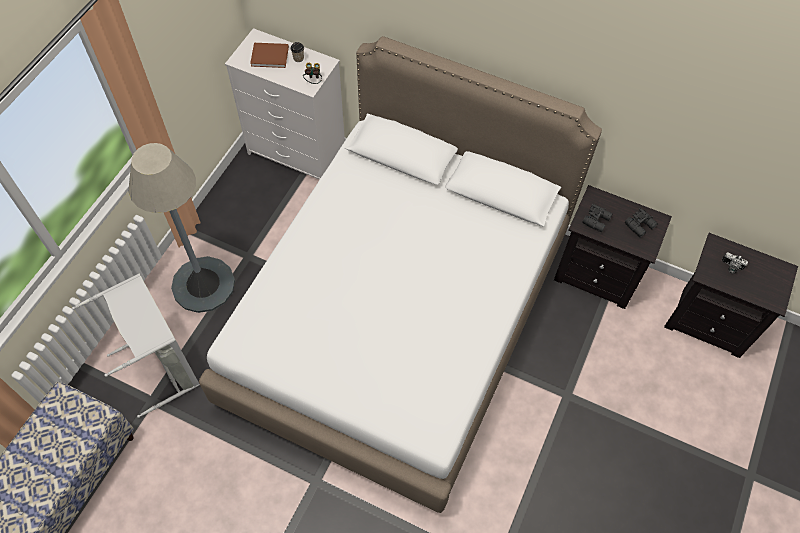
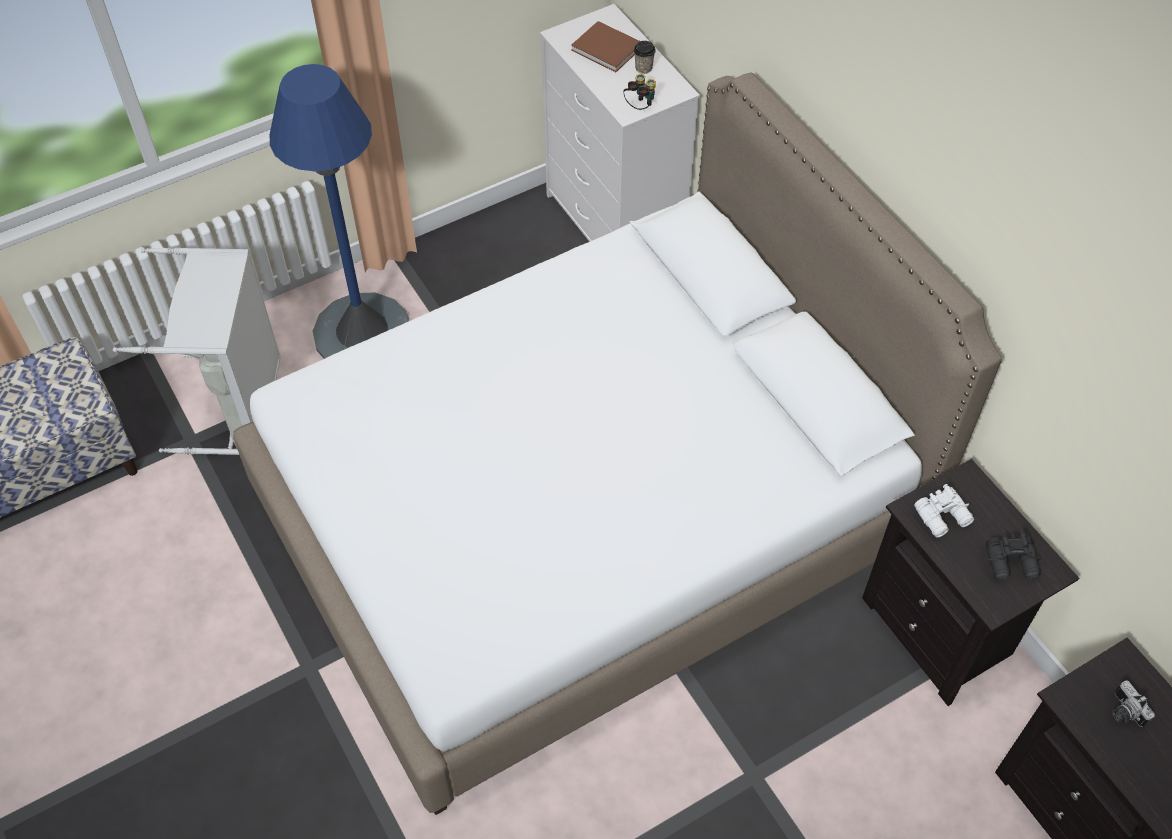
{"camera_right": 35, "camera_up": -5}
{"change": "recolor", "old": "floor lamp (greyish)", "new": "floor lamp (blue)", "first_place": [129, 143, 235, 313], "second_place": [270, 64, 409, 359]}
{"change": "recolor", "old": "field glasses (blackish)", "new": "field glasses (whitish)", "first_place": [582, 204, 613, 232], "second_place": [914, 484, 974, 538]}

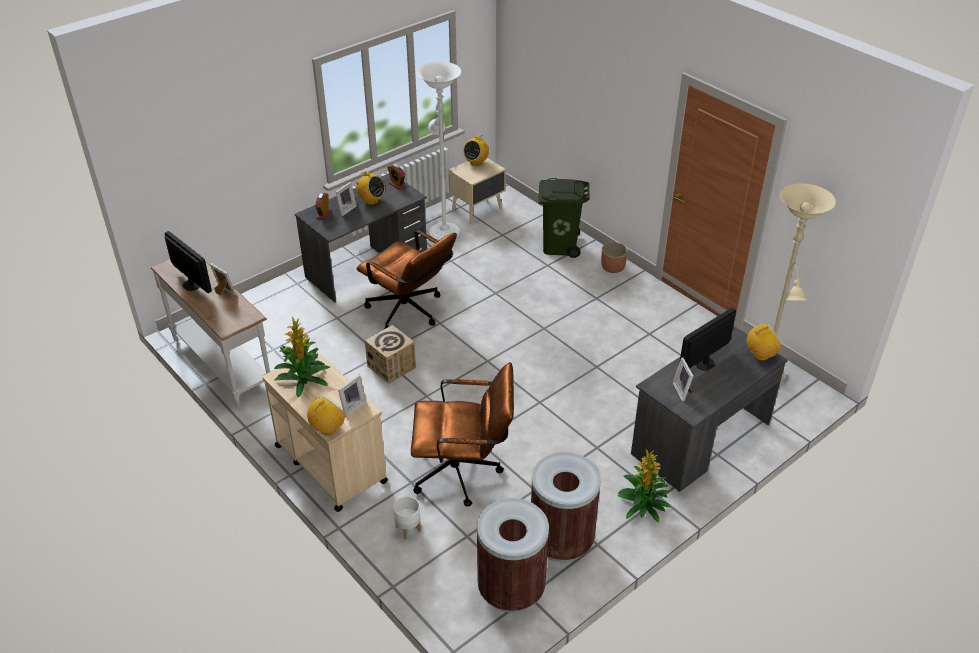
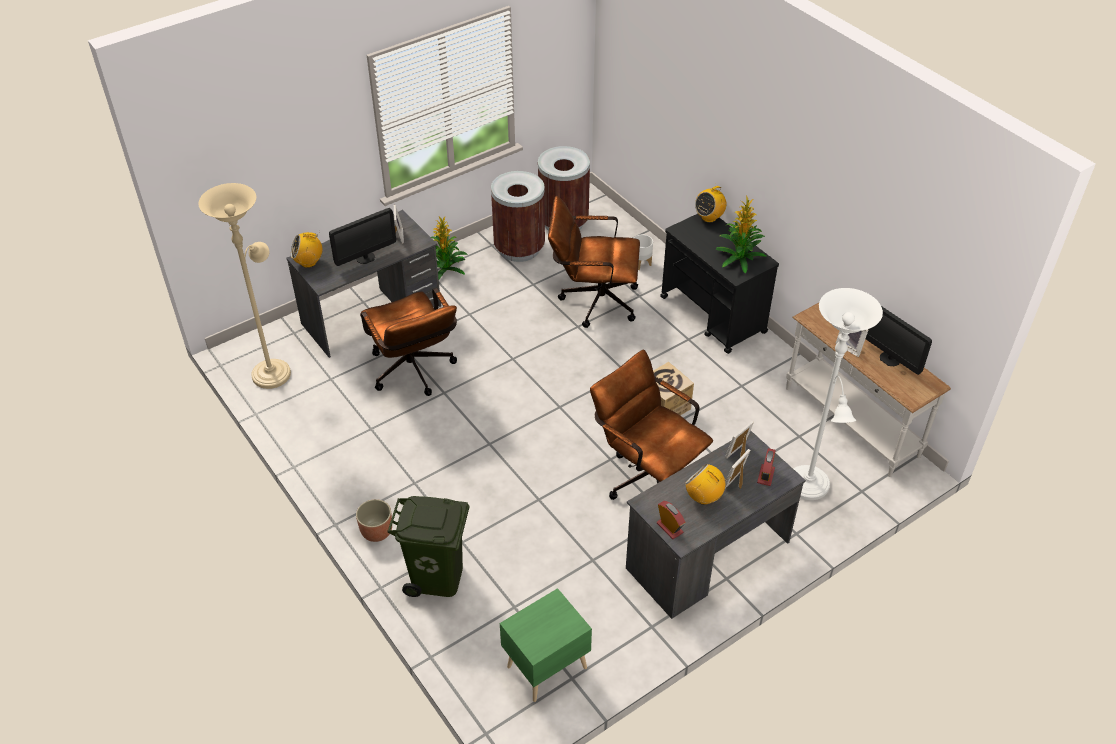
{"camera_right": -175, "camera_up": 5}
{"change": "move", "old": "floor lamp (whitish)", "first_place": [416, 61, 461, 241], "second_place": [794, 288, 883, 500]}
{"change": "delete", "old": "radio", "first_place": [463, 135, 489, 166]}
{"change": "recolor", "old": "night table (beige-coloured)", "new": "night table (green)", "first_place": [448, 158, 506, 224], "second_place": [500, 588, 592, 702]}
{"change": "recolor", "old": "wheeled cart (beige-coloured)", "new": "wheeled cart (blackish)", "first_place": [262, 351, 388, 512], "second_place": [660, 214, 779, 354]}
{"change": "move", "old": "photo frame", "first_place": [338, 375, 367, 417], "second_place": [725, 421, 754, 459]}
{"change": "insert", "new": "computer chair (brownish)", "second_place": [360, 288, 457, 396]}

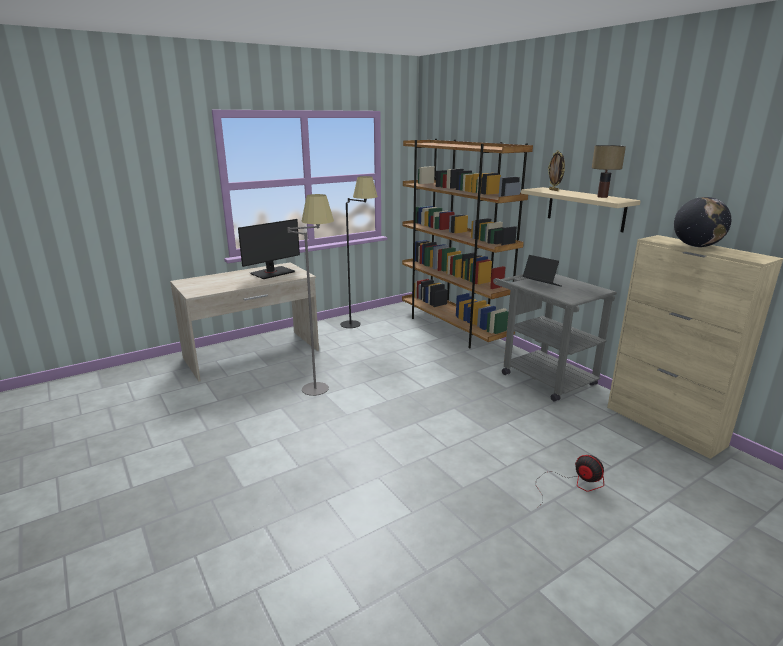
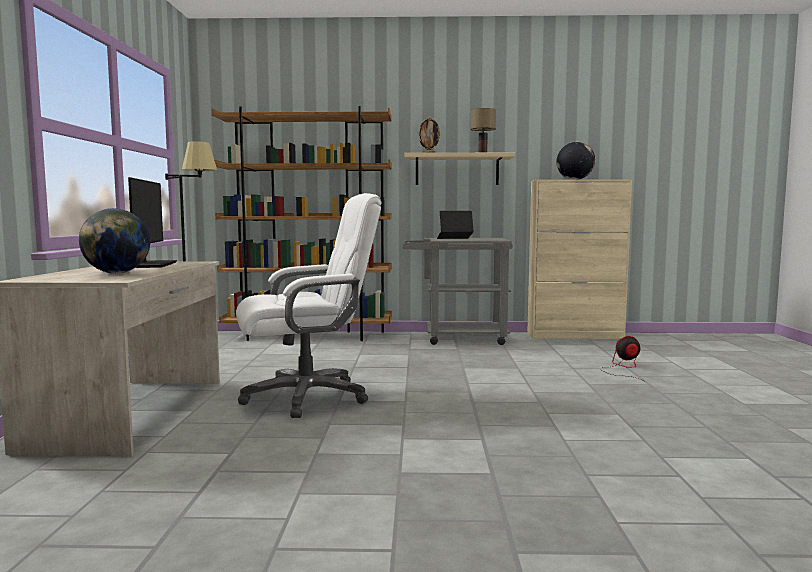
{"camera_right": -55, "camera_up": -15}
{"change": "replace", "old": "floor lamp (greyish)", "new": "computer chair (whitish)", "first_place": [287, 194, 334, 396], "second_place": [236, 193, 381, 418]}
{"change": "insert", "new": "globe", "second_place": [79, 208, 150, 274]}

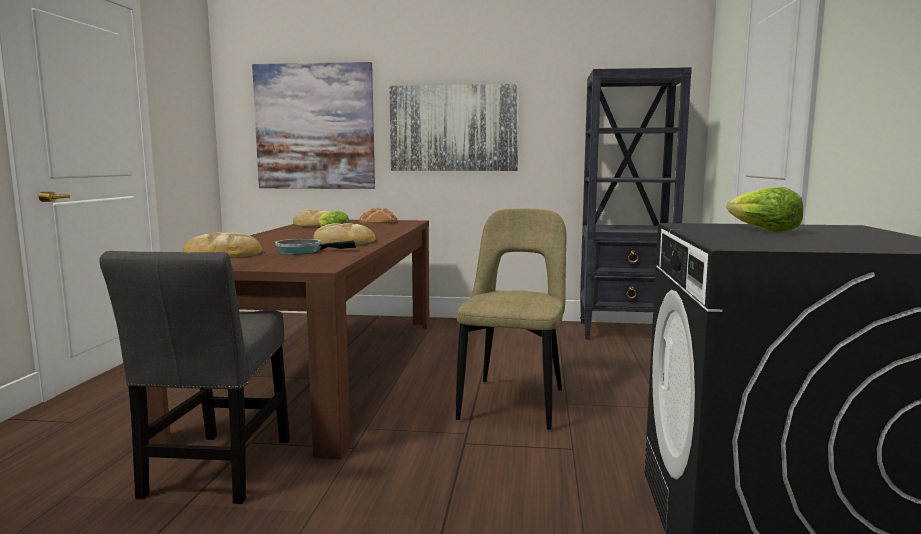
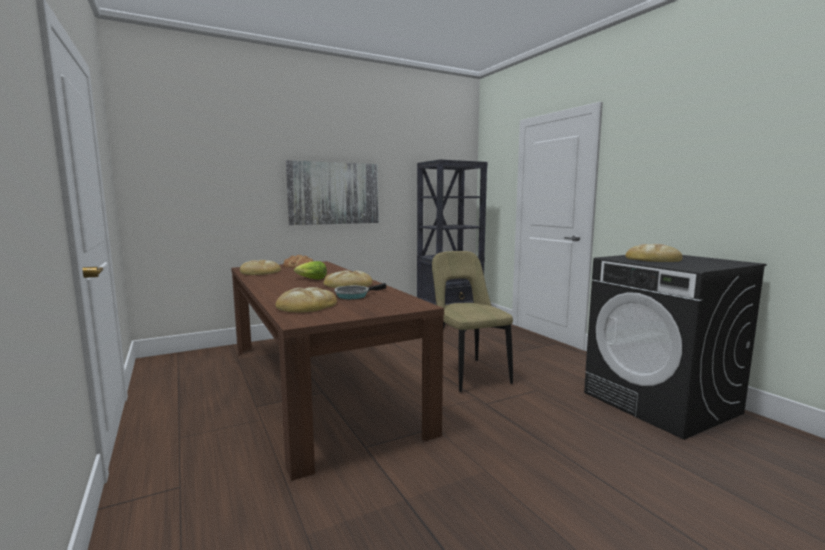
{"camera_right": -35, "camera_up": 0}
{"change": "delete", "old": "wall picture", "first_place": [252, 62, 375, 189]}
{"change": "replace", "old": "lettuce", "new": "baked bread", "first_place": [726, 187, 803, 233], "second_place": [625, 244, 682, 262]}
{"change": "delete", "old": "upright chair (greyish)", "first_place": [99, 251, 290, 504]}

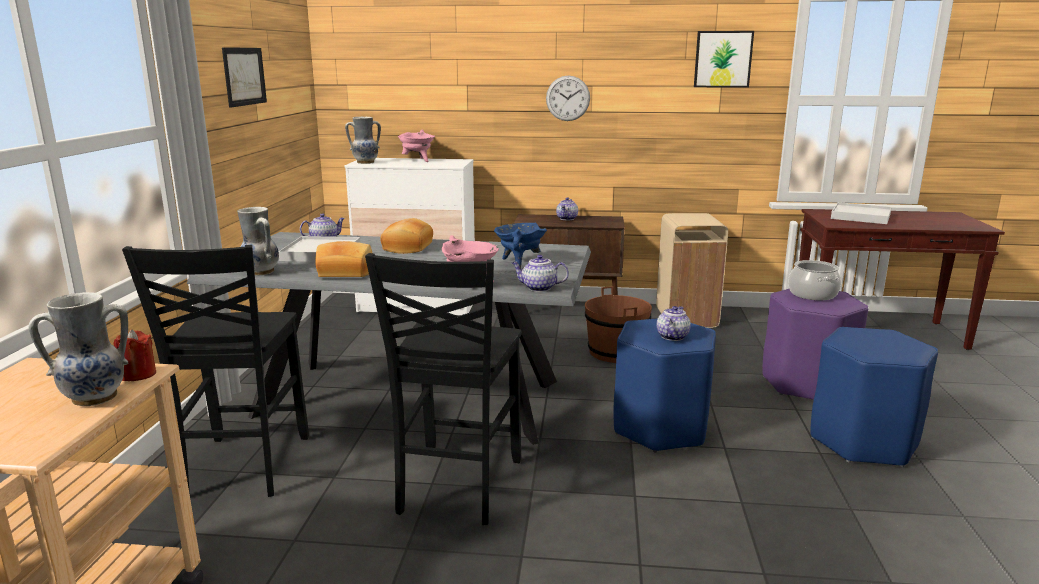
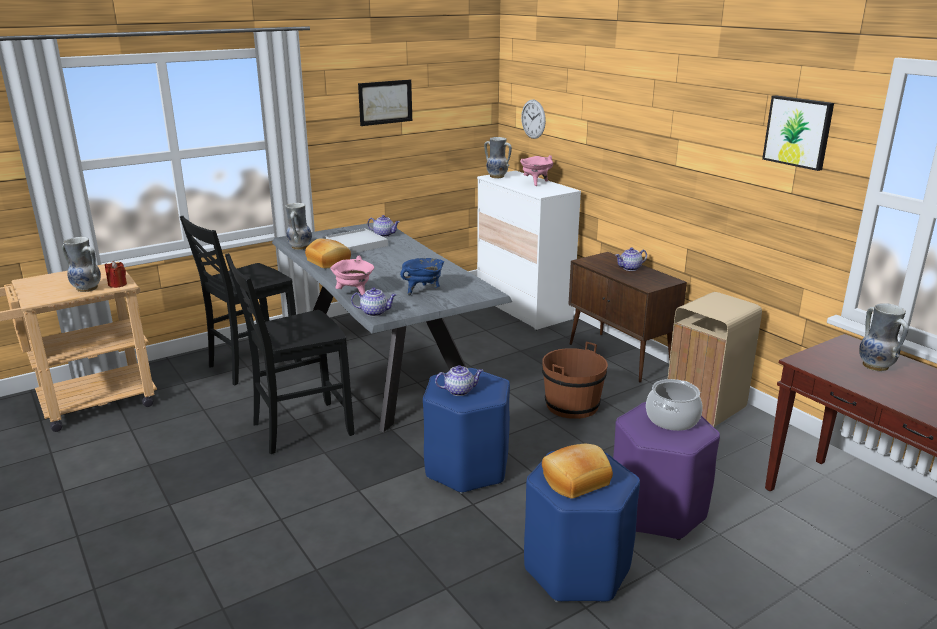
{"camera_right": 50, "camera_up": 5}
{"change": "move", "old": "clock on the wall", "first_place": [546, 75, 590, 121], "second_place": [521, 100, 546, 139]}
{"change": "replace", "old": "tray (whitish)", "new": "vase", "first_place": [831, 202, 892, 224], "second_place": [859, 303, 909, 371]}
{"change": "move", "old": "baked bread", "first_place": [380, 218, 433, 254], "second_place": [542, 444, 613, 499]}
{"change": "rotate", "old": "tea pot", "first_place": [512, 255, 569, 292], "second_place": [351, 288, 397, 316], "degrees": 120}

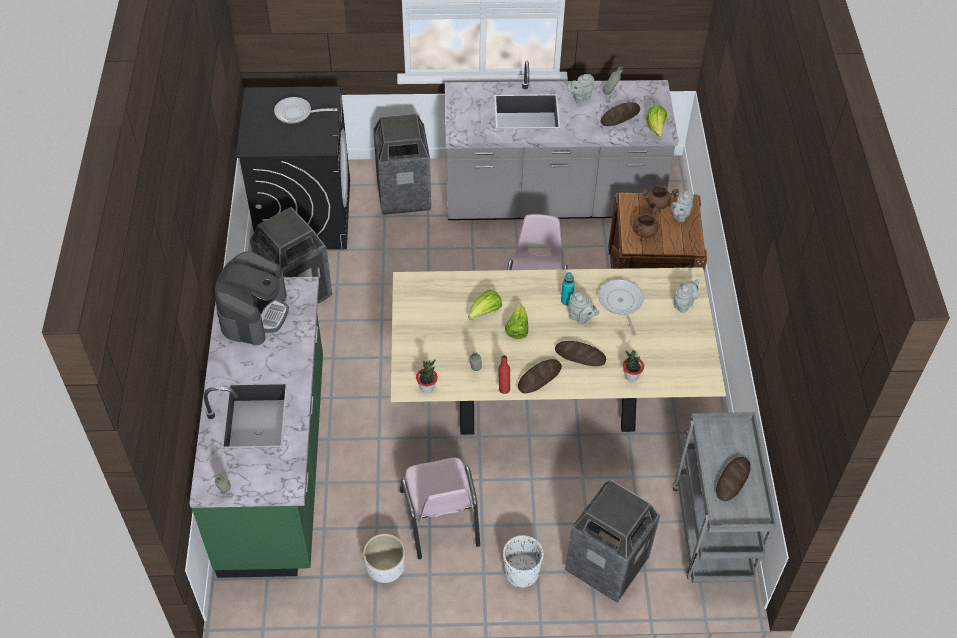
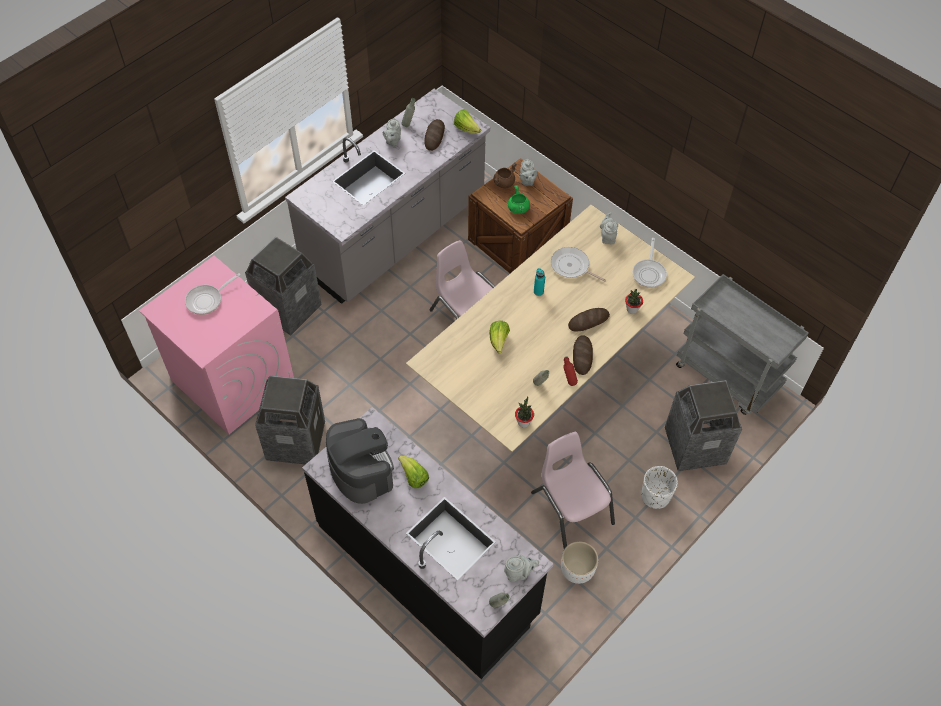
{"camera_right": -45, "camera_up": 5}
{"change": "recolor", "old": "laundry appliance (blackish)", "new": "laundry appliance (pinkish)", "first_place": [236, 86, 350, 250], "second_place": [139, 256, 294, 434]}
{"change": "recolor", "old": "cooking pot (brownish)", "new": "cooking pot (green)", "first_place": [633, 207, 659, 238], "second_place": [508, 185, 530, 214]}
{"change": "recolor", "old": "counter (green)", "new": "counter (blackish)", "first_place": [189, 277, 323, 578], "second_place": [302, 407, 553, 679]}
{"change": "move", "old": "tea pot (greyish)", "first_place": [568, 293, 599, 324], "second_place": [504, 555, 539, 582]}
{"change": "move", "old": "lettuce", "first_place": [505, 303, 528, 339], "second_place": [398, 456, 429, 488]}
{"change": "delete", "old": "baked bread", "first_place": [716, 457, 751, 501]}
{"change": "rotate", "old": "upright chair (pinkish)", "first_place": [400, 458, 480, 559], "second_place": [531, 432, 615, 549], "degrees": -150}
{"change": "insert", "new": "pan", "second_place": [633, 238, 667, 288]}

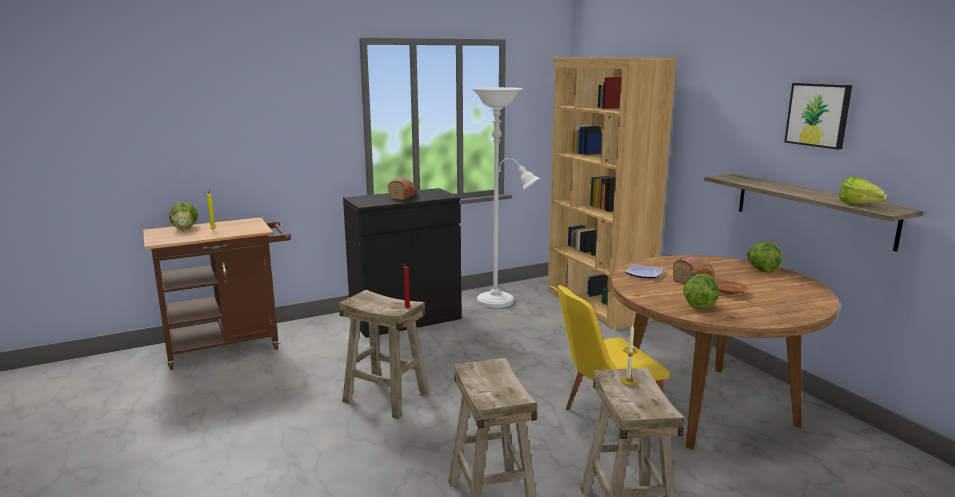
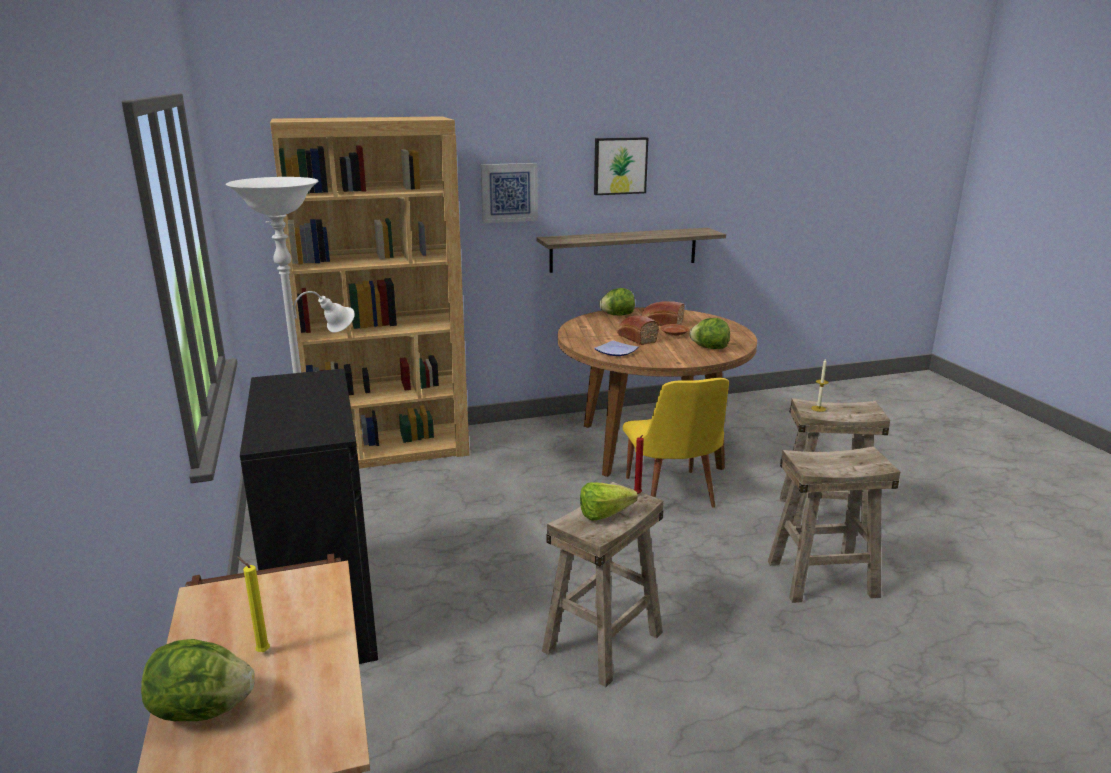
{"camera_right": -80, "camera_up": 5}
{"change": "move", "old": "lettuce", "first_place": [839, 176, 887, 204], "second_place": [580, 482, 638, 521]}
{"change": "move", "old": "baked bread", "first_place": [388, 178, 415, 200], "second_place": [641, 301, 685, 326]}
{"change": "insert", "new": "wall picture", "second_place": [481, 163, 538, 223]}

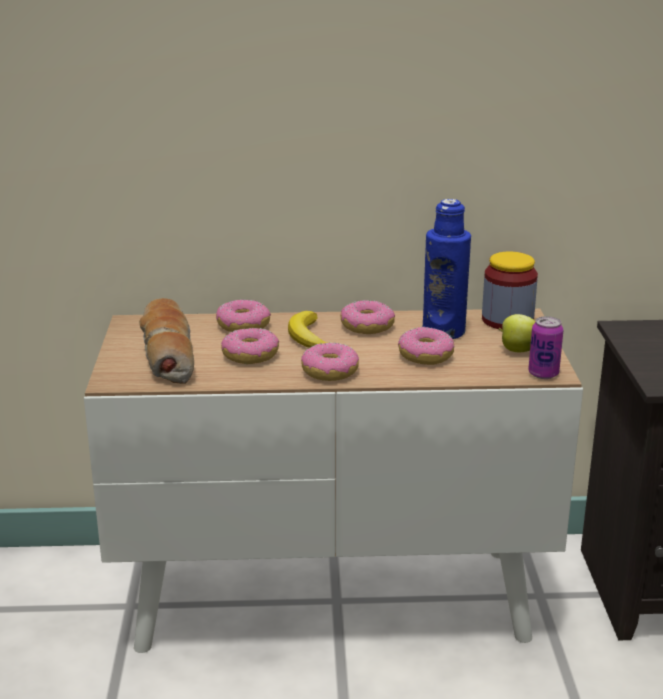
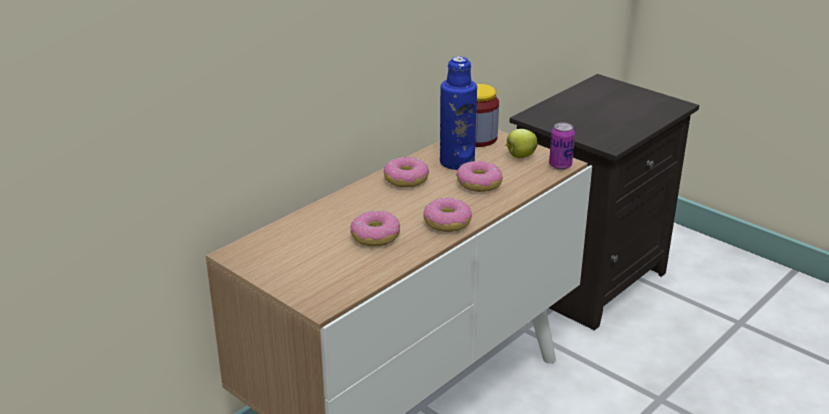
{"camera_right": -45, "camera_up": 5}
{"change": "delete", "old": "baked bread", "first_place": [139, 298, 194, 384]}
{"change": "delete", "old": "doughnut", "first_place": [216, 299, 271, 332]}
{"change": "delete", "old": "banana fruit", "first_place": [288, 311, 327, 348]}

